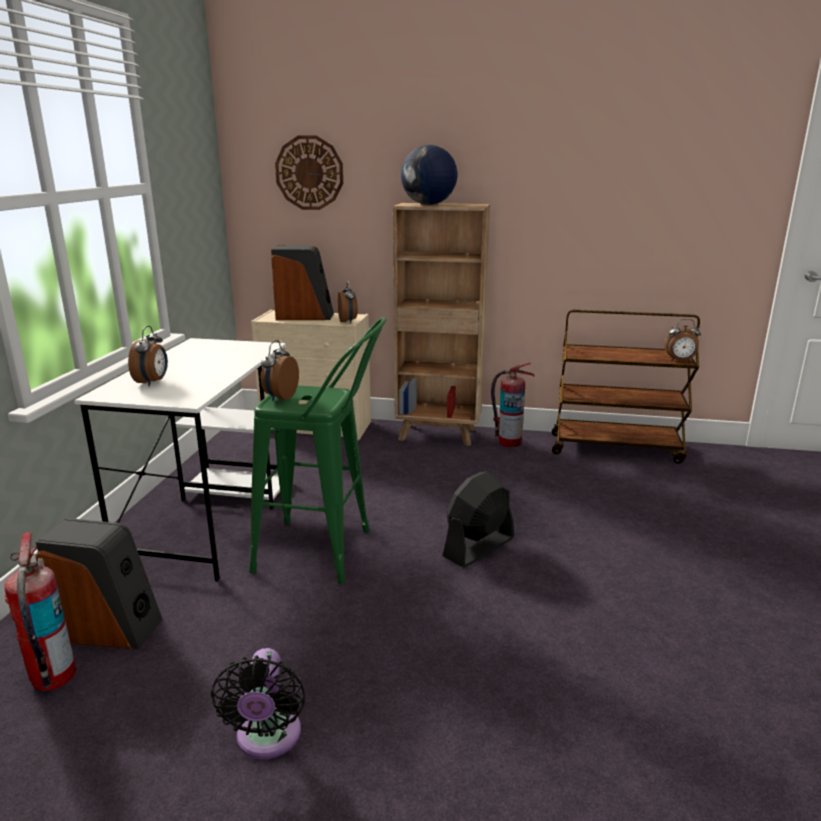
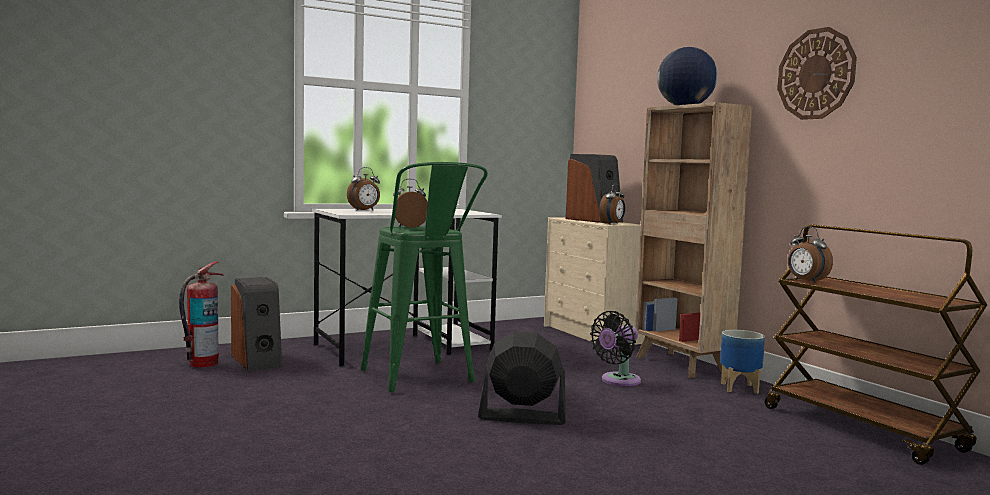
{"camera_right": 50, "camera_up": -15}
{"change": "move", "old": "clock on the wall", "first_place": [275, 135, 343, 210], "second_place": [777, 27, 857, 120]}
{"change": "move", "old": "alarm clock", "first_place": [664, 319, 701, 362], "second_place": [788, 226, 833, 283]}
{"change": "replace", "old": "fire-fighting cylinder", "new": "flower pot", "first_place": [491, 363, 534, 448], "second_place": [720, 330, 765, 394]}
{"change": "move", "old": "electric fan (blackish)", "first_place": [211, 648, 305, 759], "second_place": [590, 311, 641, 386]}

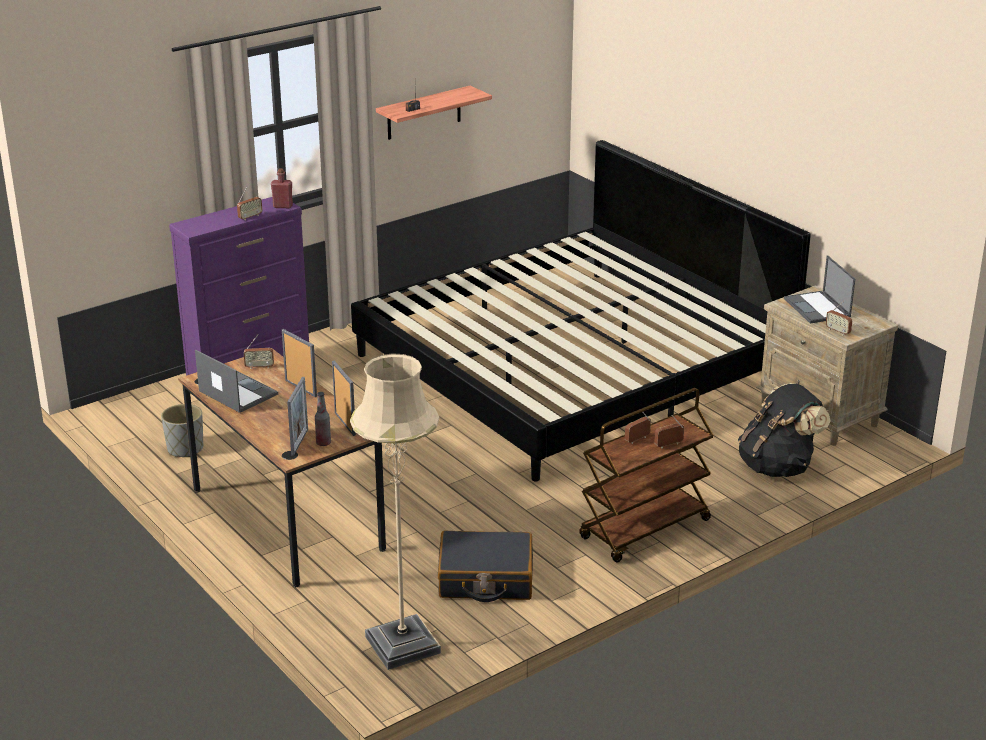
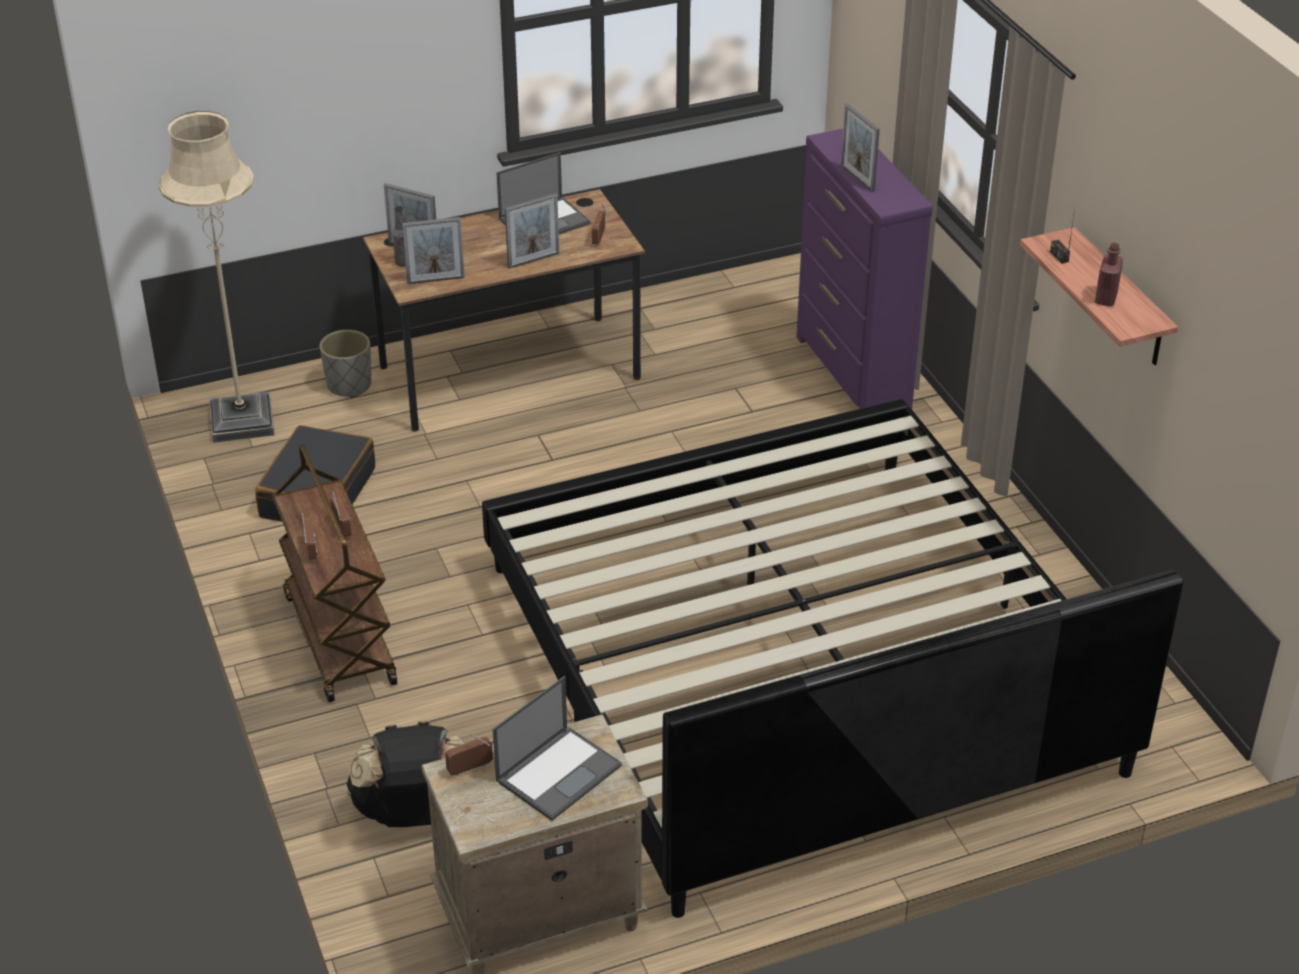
{"camera_right": 105, "camera_up": 10}
{"change": "move", "old": "drink bottle (reddish)", "first_place": [271, 168, 293, 208], "second_place": [1095, 242, 1123, 306]}
{"change": "replace", "old": "radio", "new": "photo frame", "first_place": [237, 186, 262, 220], "second_place": [841, 103, 880, 192]}
{"change": "rotate", "old": "notebook computer", "first_place": [784, 255, 855, 324], "second_place": [493, 676, 622, 821], "degrees": 135}
{"change": "move", "old": "flower pot (greyish)", "first_place": [161, 404, 203, 457], "second_place": [320, 330, 371, 398]}

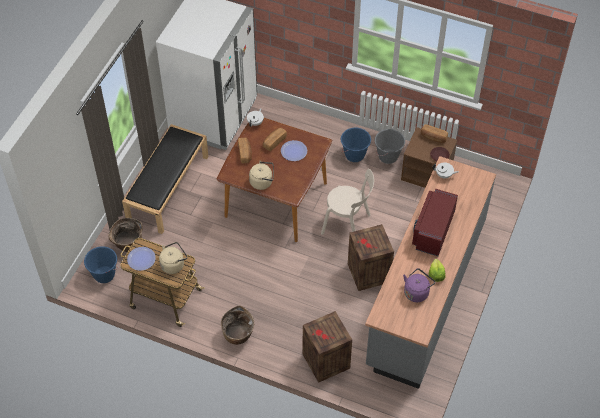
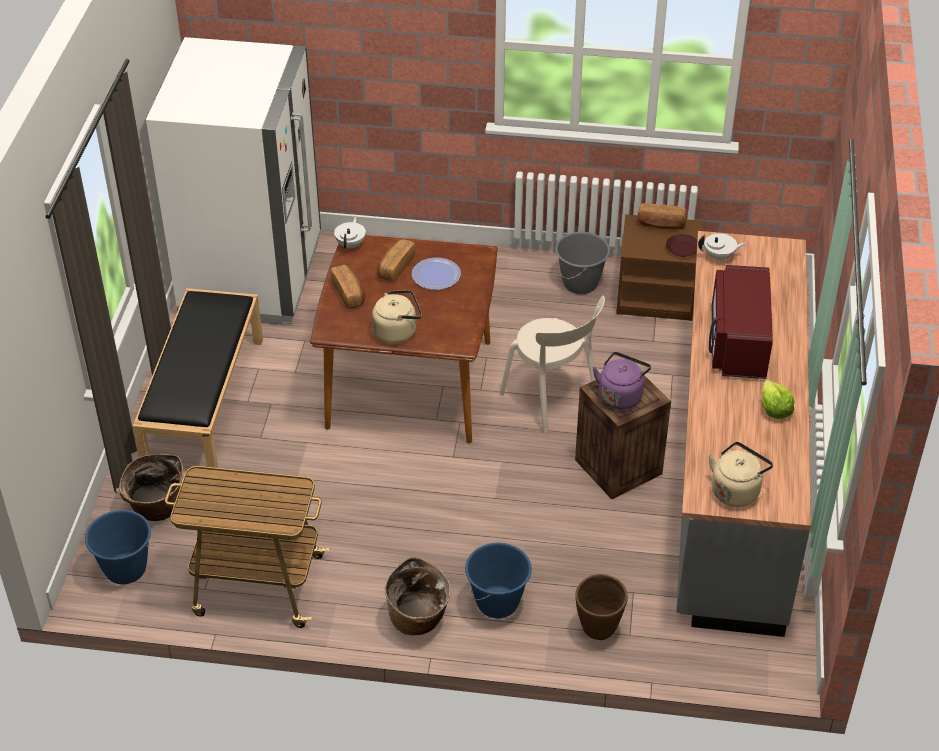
{"camera_right": -15, "camera_up": -10}
{"change": "move", "old": "bucket (blue)", "first_place": [341, 128, 371, 162], "second_place": [465, 543, 532, 618]}
{"change": "rotate", "old": "upright chair (beige-coloured)", "first_place": [321, 169, 374, 235], "second_place": [499, 296, 605, 433], "degrees": 45}
{"change": "move", "old": "kettle (beige-coloured)", "first_place": [159, 242, 187, 274], "second_place": [709, 442, 773, 507]}
{"change": "delete", "old": "plate", "first_place": [127, 247, 156, 271]}
{"change": "move", "old": "kettle (purplish)", "first_place": [403, 268, 435, 302], "second_place": [593, 352, 651, 410]}
{"change": "replace", "old": "crate", "new": "flower pot (brownish)", "first_place": [303, 311, 352, 383], "second_place": [575, 574, 628, 640]}

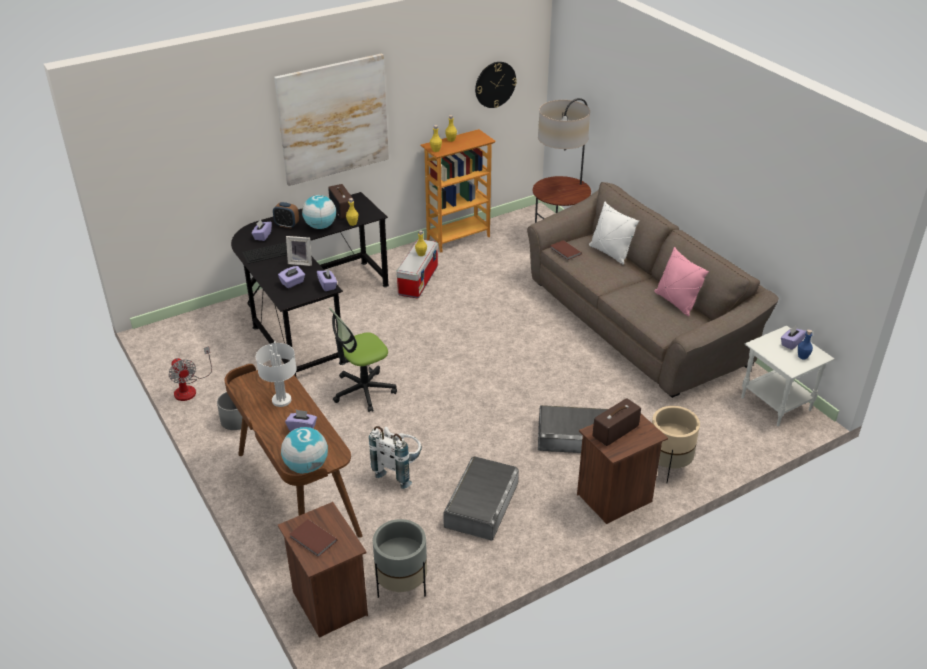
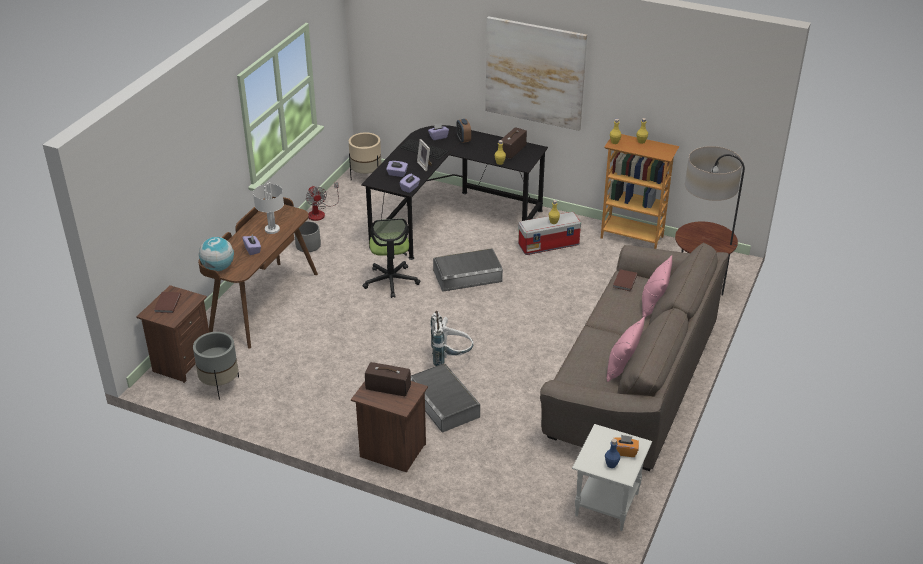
{"camera_right": 55, "camera_up": 0}
{"change": "delete", "old": "clock on the wall", "first_place": [475, 62, 517, 108]}
{"change": "delete", "old": "globe", "first_place": [302, 195, 336, 229]}
{"change": "recolor", "old": "throw pillow (whitish)", "new": "throw pillow (pinkish)", "first_place": [589, 202, 639, 265], "second_place": [642, 256, 672, 318]}
{"change": "rotate", "old": "computer chair", "first_place": [329, 307, 397, 412], "second_place": [363, 218, 420, 298], "degrees": -120}
{"change": "recolor", "old": "tissue box (purplish)", "new": "tissue box (orange)", "first_place": [781, 326, 807, 350], "second_place": [613, 435, 639, 457]}
{"change": "rotate", "old": "electric fan", "first_place": [169, 346, 212, 401], "second_place": [306, 182, 339, 221], "degrees": -45}
{"change": "move", "old": "flower pot (beige-coloured)", "first_place": [652, 406, 700, 483], "second_place": [349, 132, 382, 180]}
{"change": "move", "old": "backpack (whitish)", "first_place": [369, 426, 422, 489], "second_place": [430, 311, 474, 366]}
{"change": "move", "old": "storage box (greyish)", "first_place": [443, 456, 519, 541], "second_place": [433, 248, 503, 292]}

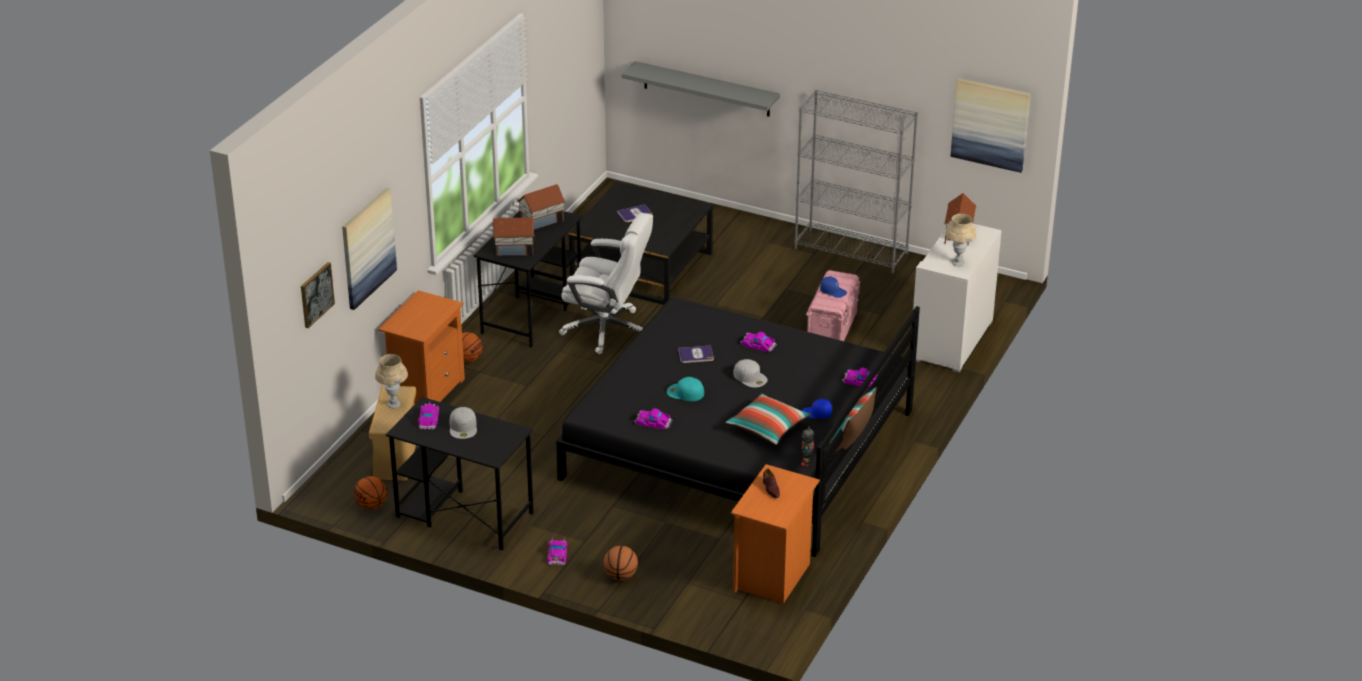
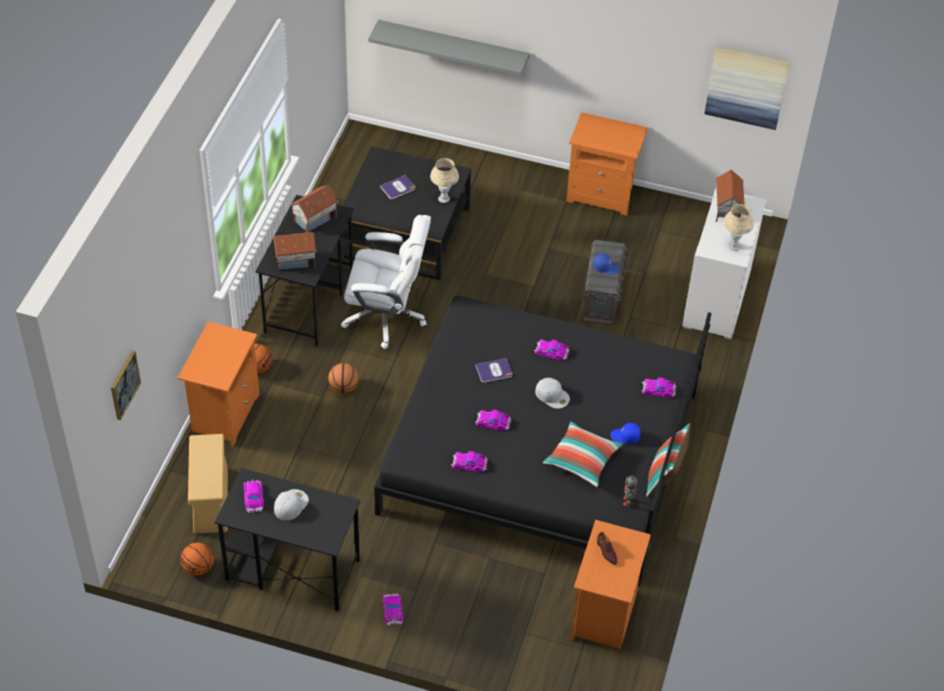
{"camera_right": -10, "camera_up": 15}
{"change": "replace", "old": "bookcase (greyish)", "new": "night table (orange)", "first_place": [794, 90, 918, 273], "second_place": [566, 112, 648, 216]}
{"change": "delete", "old": "wall picture", "first_place": [342, 188, 397, 310]}
{"change": "recolor", "old": "storage box (pinkish)", "new": "storage box (greyish)", "first_place": [806, 270, 860, 341], "second_place": [582, 240, 628, 325]}
{"change": "move", "old": "lamp for a table (beige-coloured)", "first_place": [375, 354, 408, 408], "second_place": [430, 158, 459, 203]}
{"change": "replace", "old": "baseball cap (blue-green)", "new": "model car", "first_place": [667, 377, 704, 401], "second_place": [475, 410, 512, 430]}
{"change": "rotate", "old": "baseball cap (whitish)", "first_place": [450, 407, 477, 439], "second_place": [274, 489, 309, 521], "degrees": -135}
{"change": "move", "old": "basketball ball", "first_place": [603, 546, 638, 580], "second_place": [328, 363, 359, 393]}

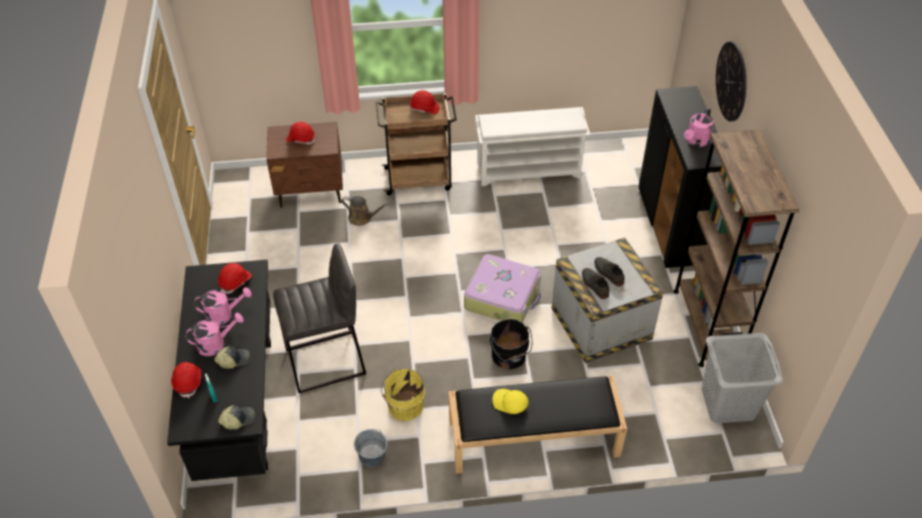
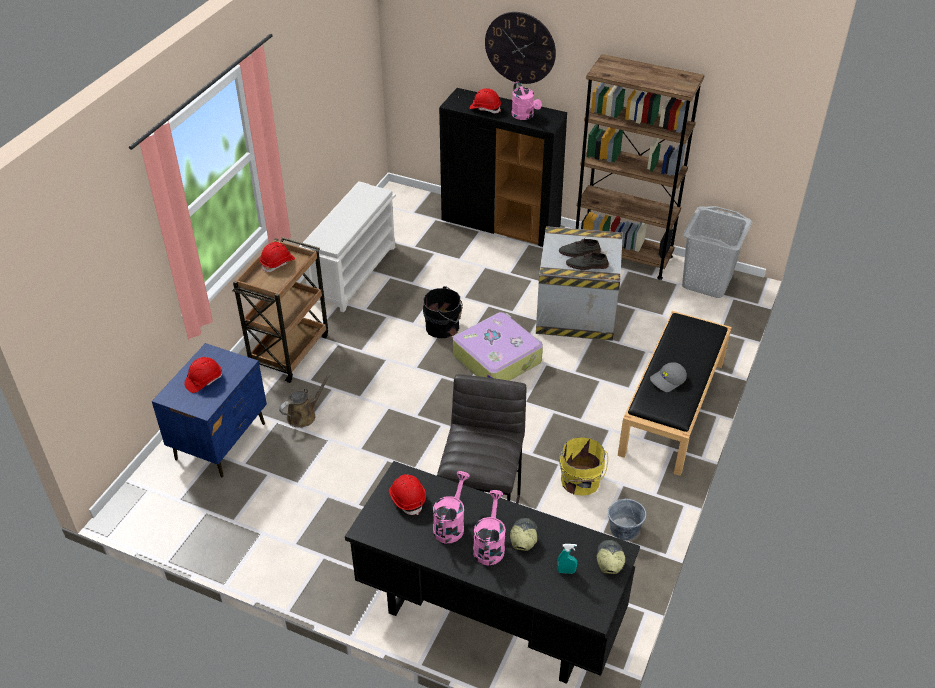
{"camera_right": -60, "camera_up": -5}
{"change": "recolor", "old": "night table (brownish)", "new": "night table (blue)", "first_place": [266, 122, 343, 208], "second_place": [152, 343, 267, 477]}
{"change": "move", "old": "bucket (blackish)", "first_place": [490, 319, 532, 369], "second_place": [423, 286, 463, 338]}
{"change": "move", "old": "safety helmet (reddish)", "first_place": [171, 362, 201, 398], "second_place": [469, 88, 501, 113]}
{"change": "recolor", "old": "baseball cap (yellow)", "new": "baseball cap (greyish)", "first_place": [493, 389, 528, 414], "second_place": [650, 362, 687, 392]}

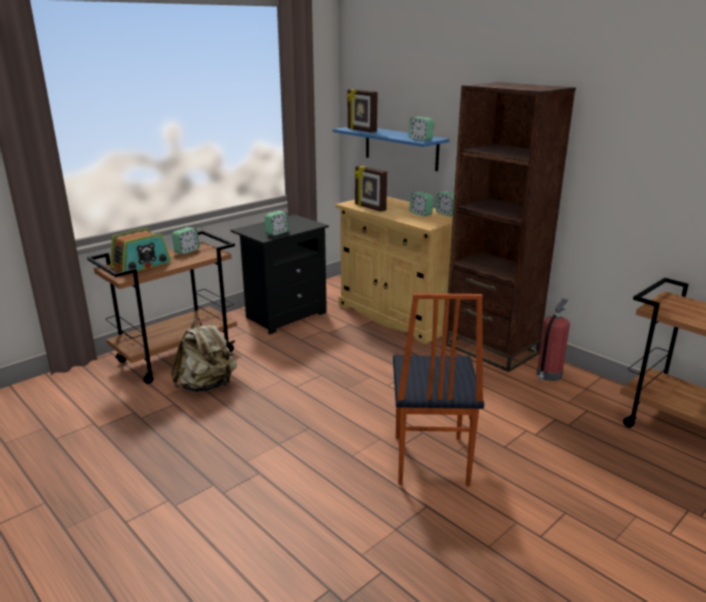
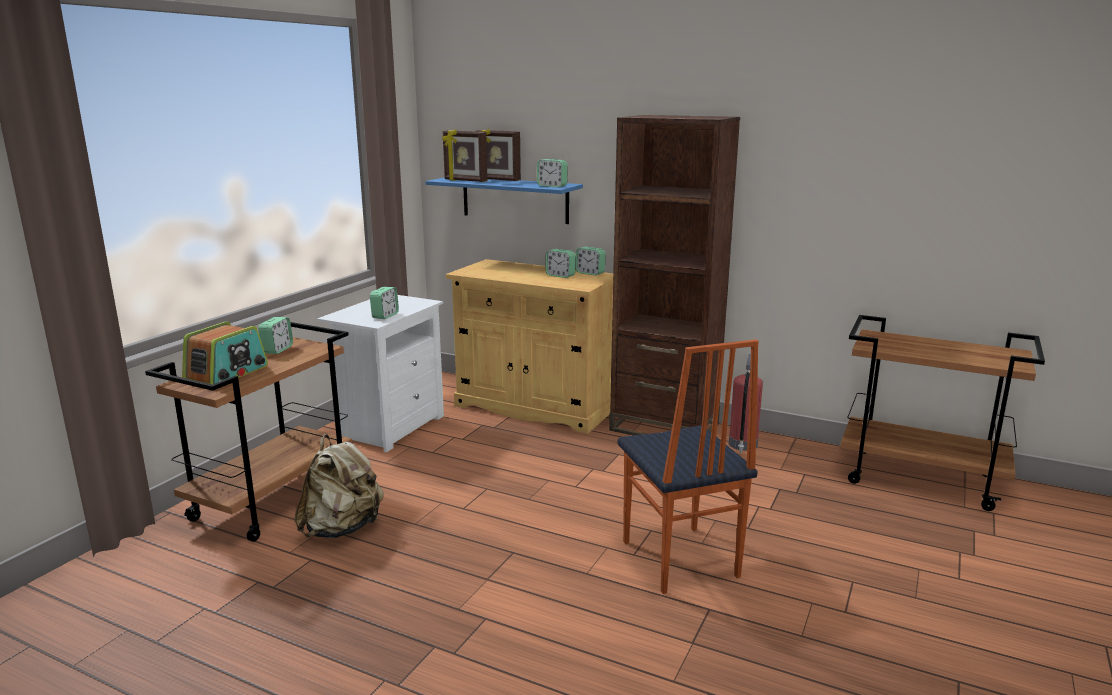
{"camera_right": -20, "camera_up": -5}
{"change": "move", "old": "photo frame", "first_place": [354, 165, 387, 212], "second_place": [475, 129, 521, 181]}
{"change": "recolor", "old": "night table (blackish)", "new": "night table (whitish)", "first_place": [231, 215, 329, 334], "second_place": [317, 295, 444, 453]}

